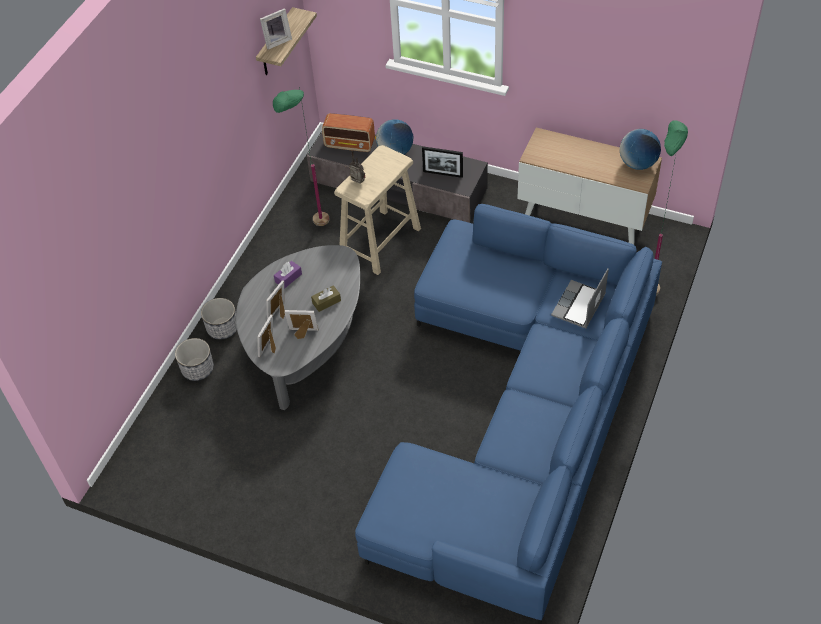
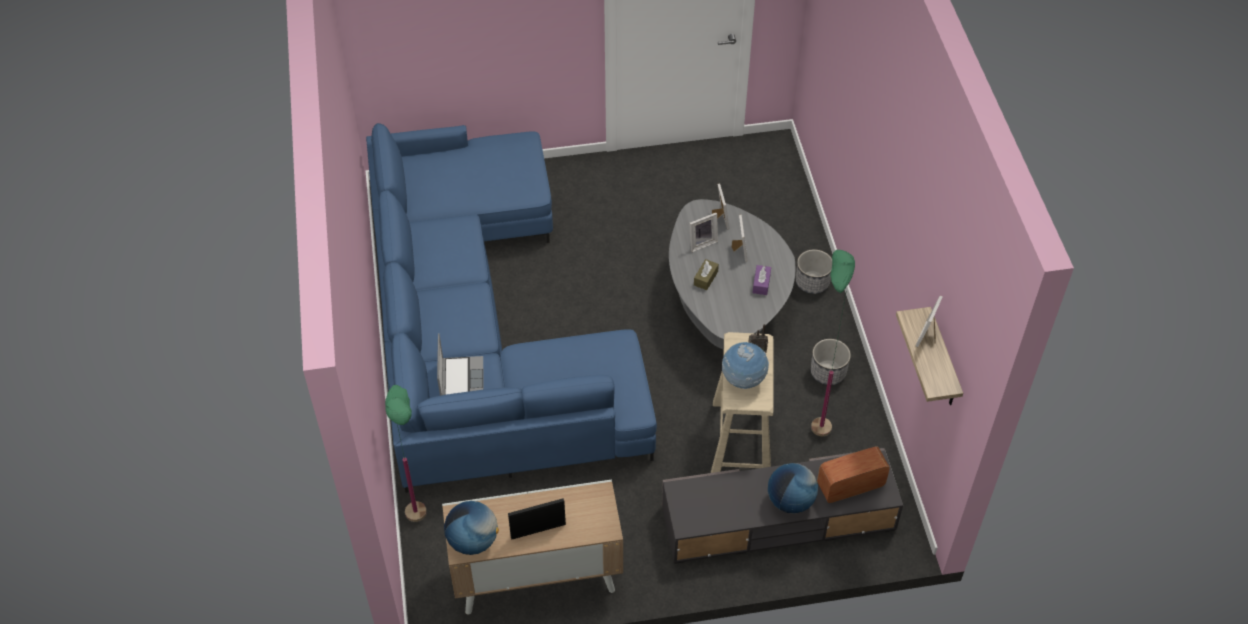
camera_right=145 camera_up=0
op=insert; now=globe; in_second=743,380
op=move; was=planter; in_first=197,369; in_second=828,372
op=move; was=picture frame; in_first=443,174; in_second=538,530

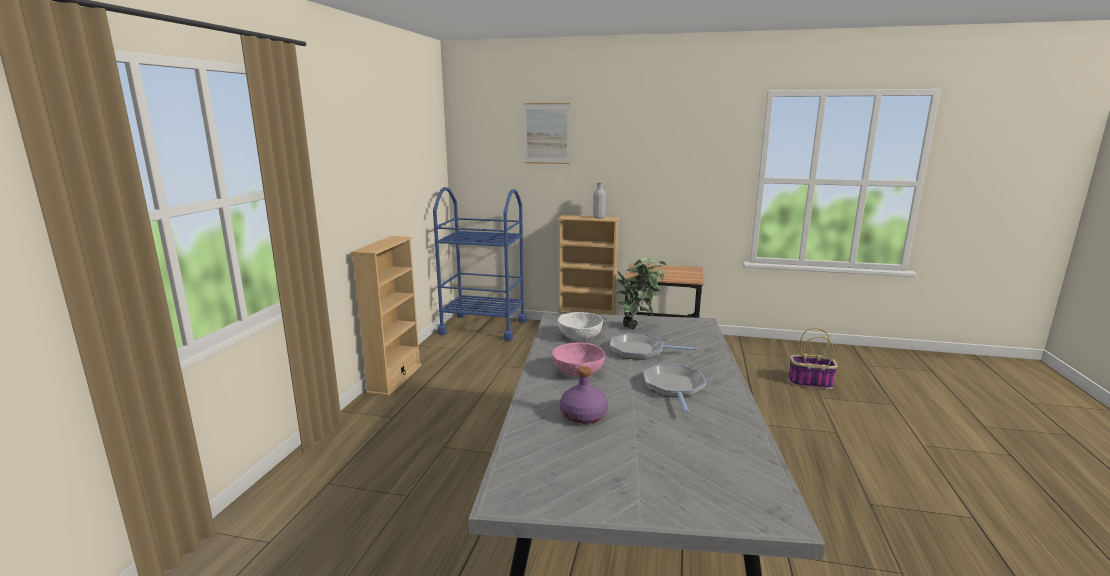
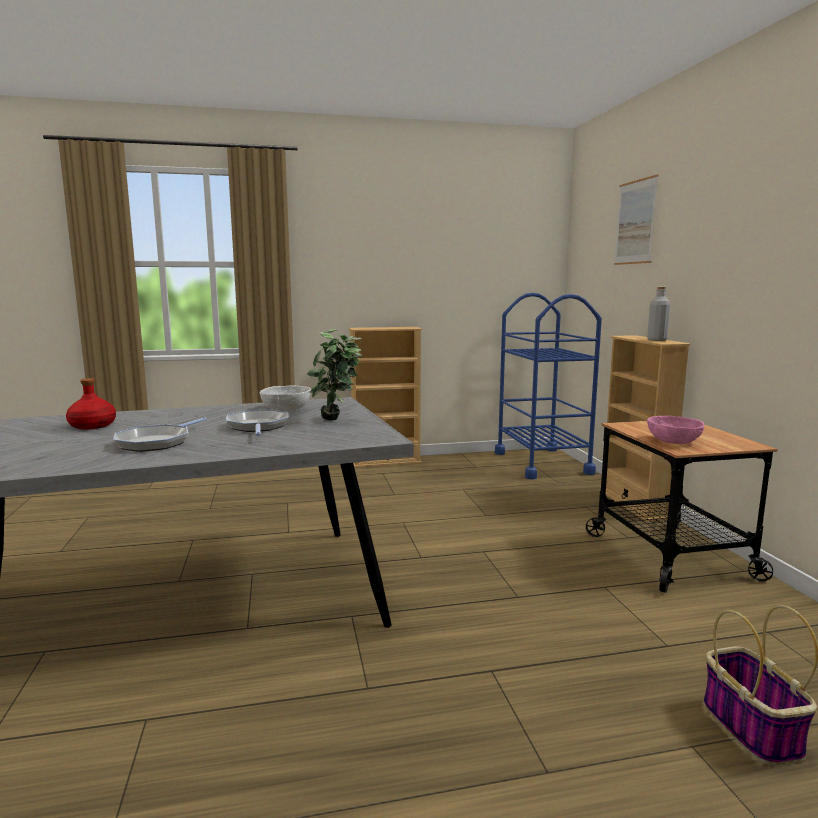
camera_right=65 camera_up=-5
op=move; was=bowl in pink; in_first=578,372; in_second=673,441
op=recolor; was=bottle in purple; now=bottle in red; in_first=583,416; in_second=92,426
op=rotate; was=frying pan; in_first=674,388; in_second=157,442; clockwise=135

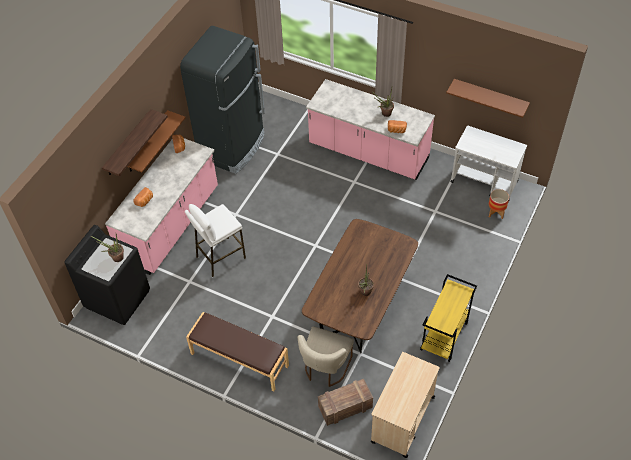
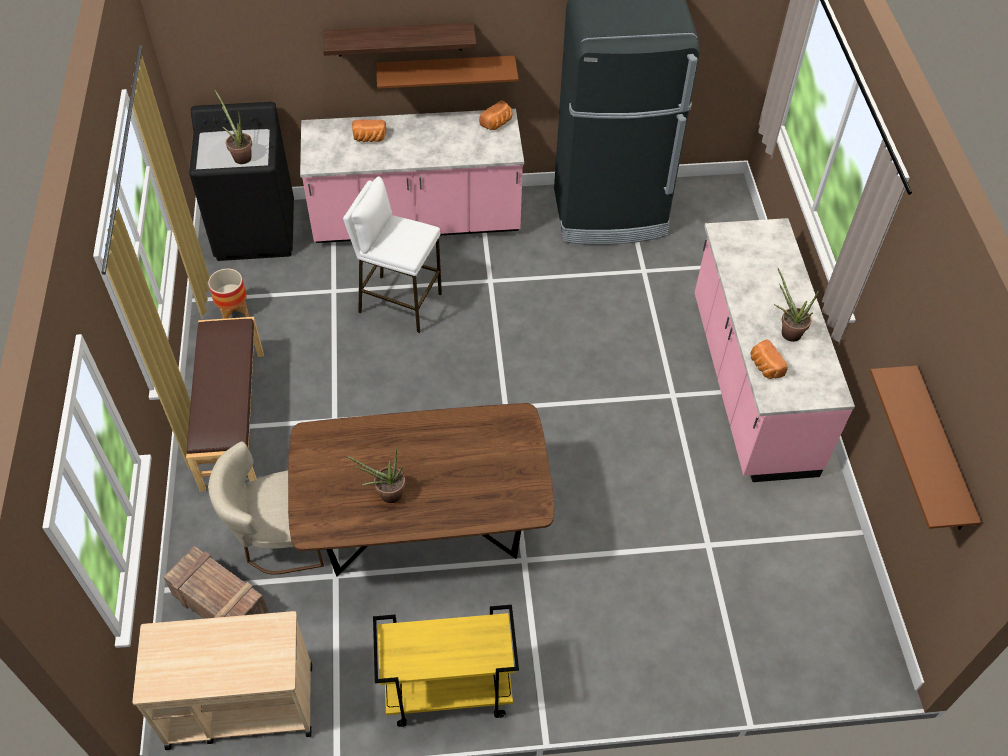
camera_right=55 camera_up=0
op=delete; was=cart in white; in_first=484,182
op=move; was=planter; in_first=496,212; in_second=234,312

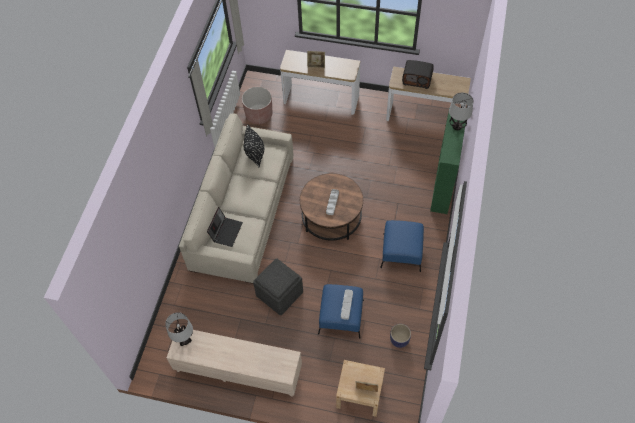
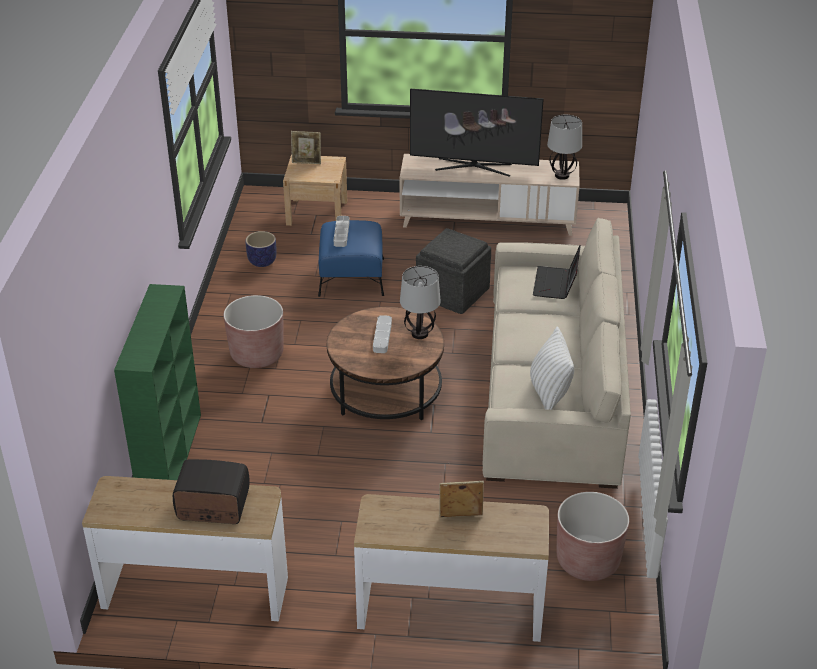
camera_right=170 camera_up=-20
op=insert; now=television; in_second=473,167
op=move; was=table lamp; in_first=457,126; in_second=420,334
op=replace; was=ottoman in blue; now=planter in brown; in_first=401,252; in_second=257,354
op=recolor; was=pillow in black; now=pillow in white; in_first=255,154; in_second=549,392

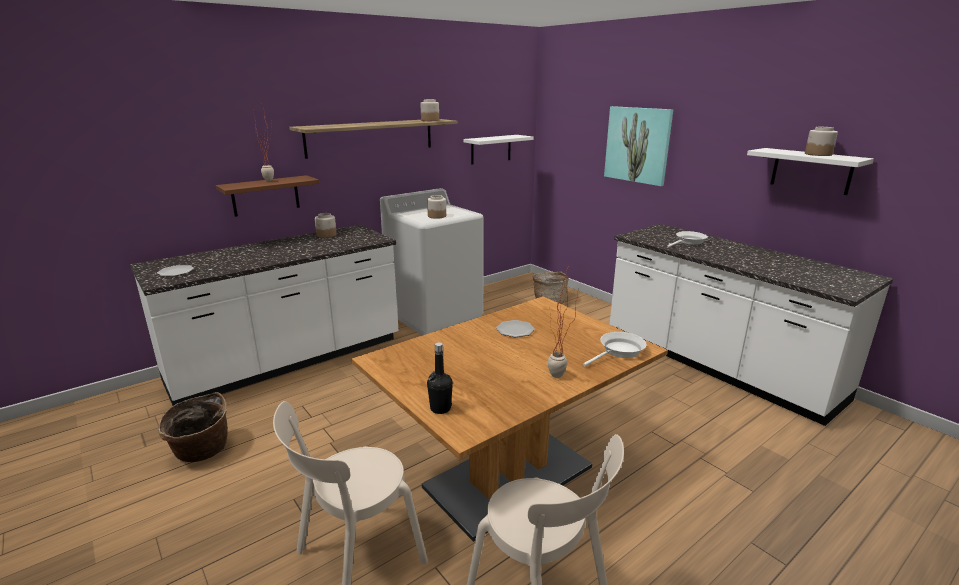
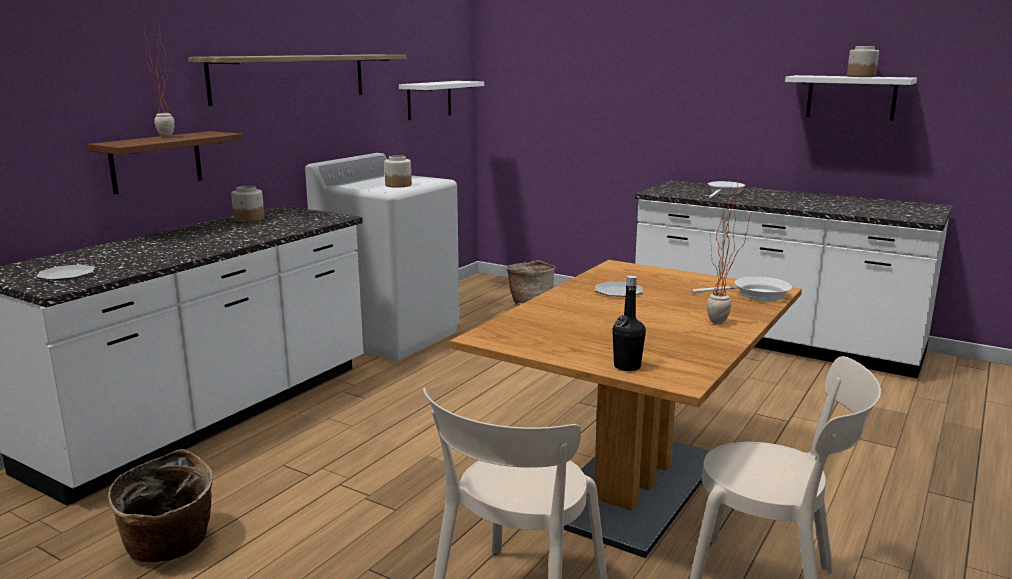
camera_right=-20 camera_up=-5
op=delete; was=jar; in_first=430,120
op=delete; was=picture; in_first=637,145
op=rotate; was=frying pan in white; in_first=619,351; in_second=756,295; clockwise=60

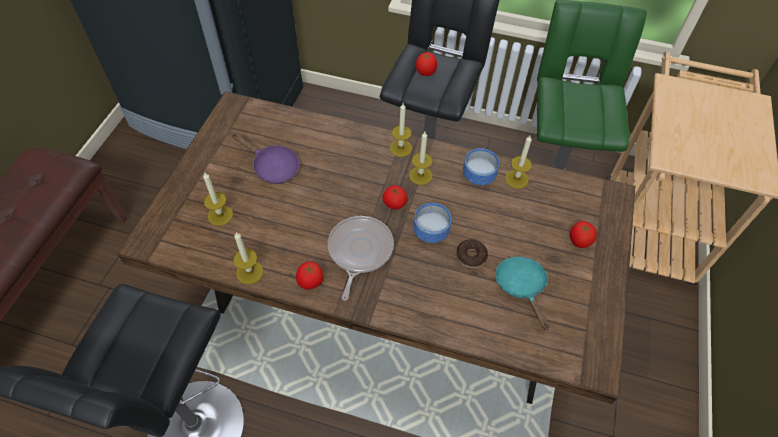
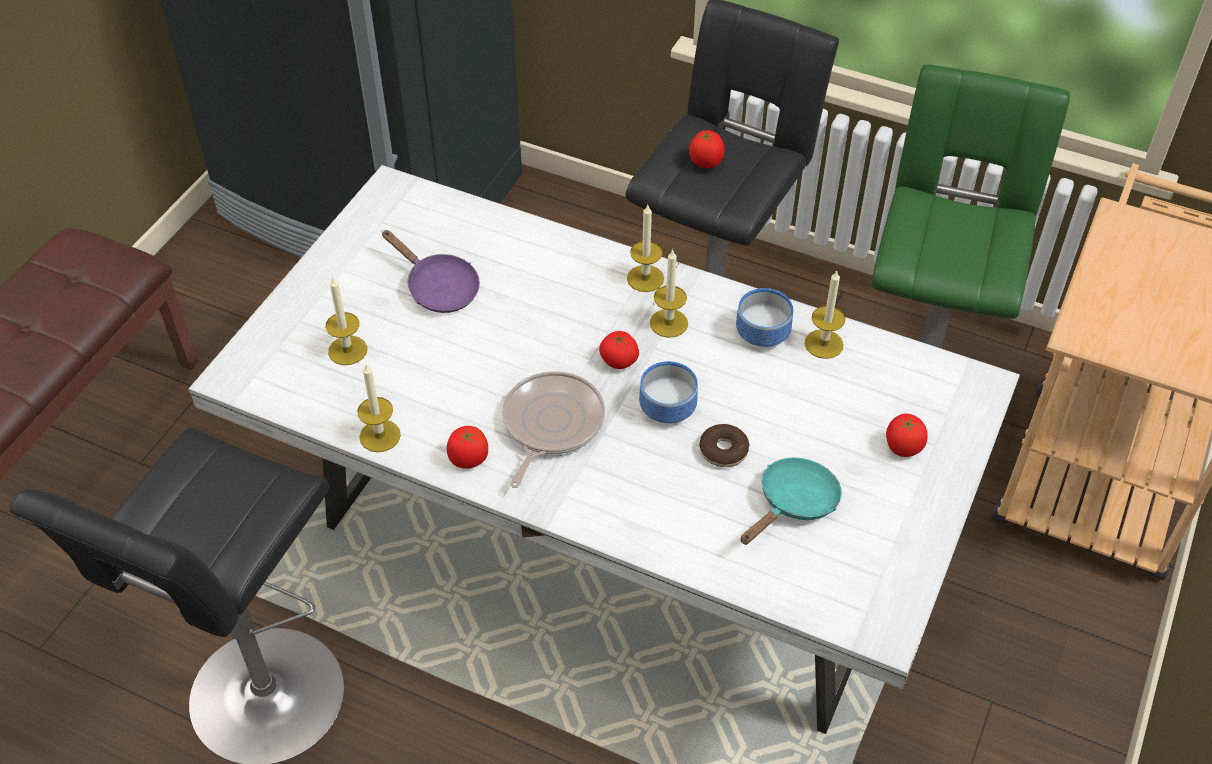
camera_right=10 camera_up=-5
op=recolor; was=dining table in brown; now=dining table in white; in_first=384,306; in_second=603,550
op=rotate; was=frying pan in turquoise; in_first=521,287; in_second=793,503; clockwise=45

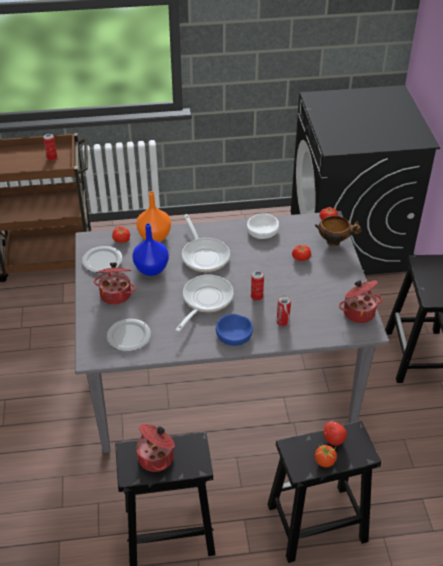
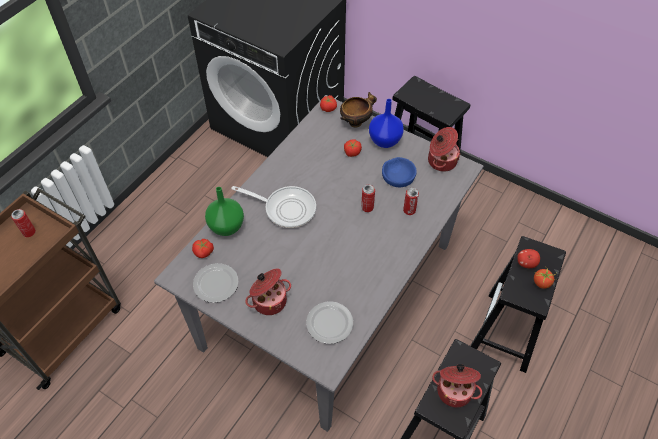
camera_right=-50 camera_up=10
op=delete; was=frying pan; in_first=205,300
op=delete; was=bowl in white; in_first=262,230
op=move; was=vase in blue; in_first=152,269; in_second=385,140
op=move; was=bowl in blue; in_first=234,333; in_second=398,175
op=recolor; was=vase in orange; now=vase in green; in_first=154,236; in_second=226,226

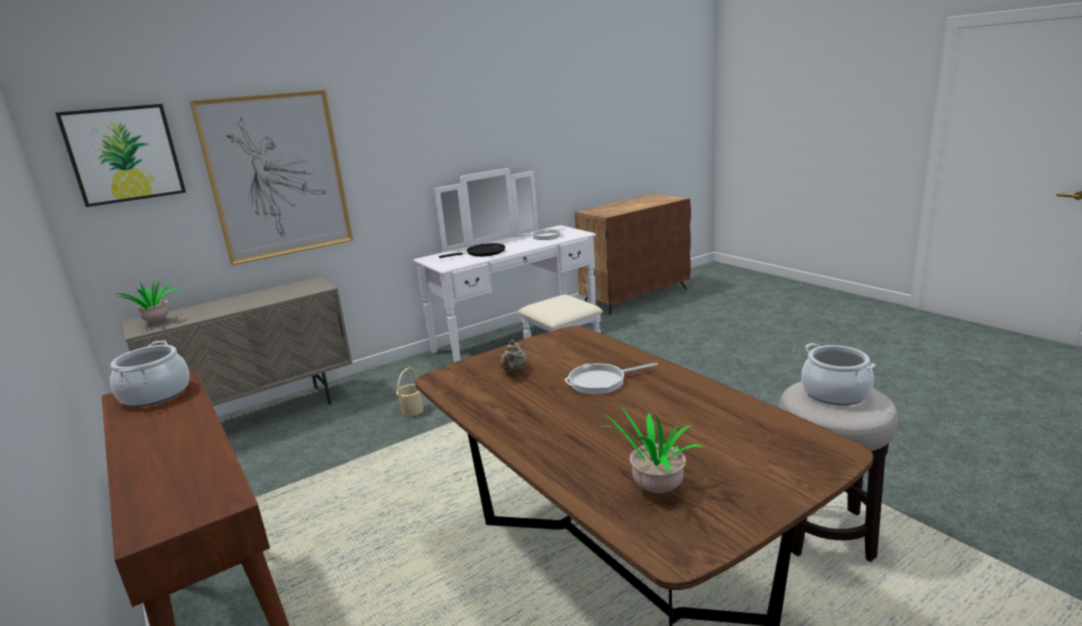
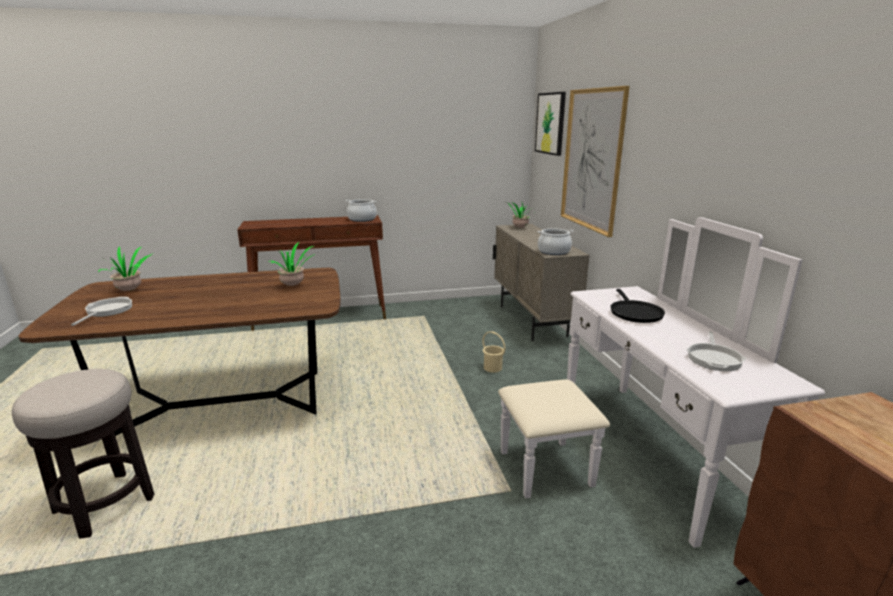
camera_right=110 camera_up=0
op=move; was=frying pan; in_first=601,381; in_second=107,311
op=move; was=cooking pot; in_first=835,393; in_second=554,252
op=replace; was=teapot in beige; now=potted plant; in_first=514,371; in_second=294,285

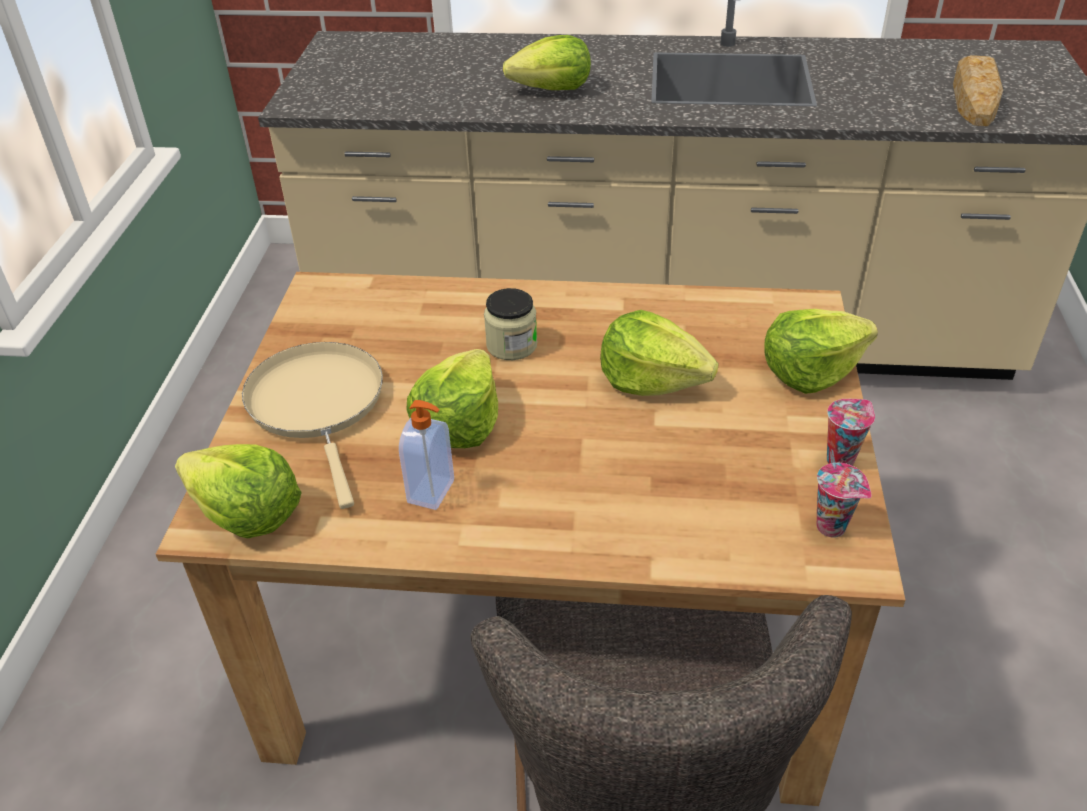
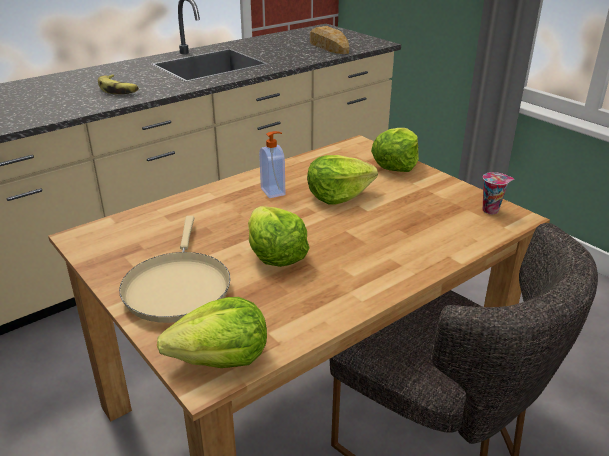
camera_right=-45 camera_up=-10
op=delete; was=jar; in_first=511,345
op=delete; was=cup; in_first=840,458
op=move; was=soap dispenser; in_first=432,492; in_second=273,191
op=replace; was=lettuce; now=banana; in_first=552,89; in_second=118,89
op=rotate; was=frying pan in beige; in_first=318,405; in_second=177,287; clockwise=-120

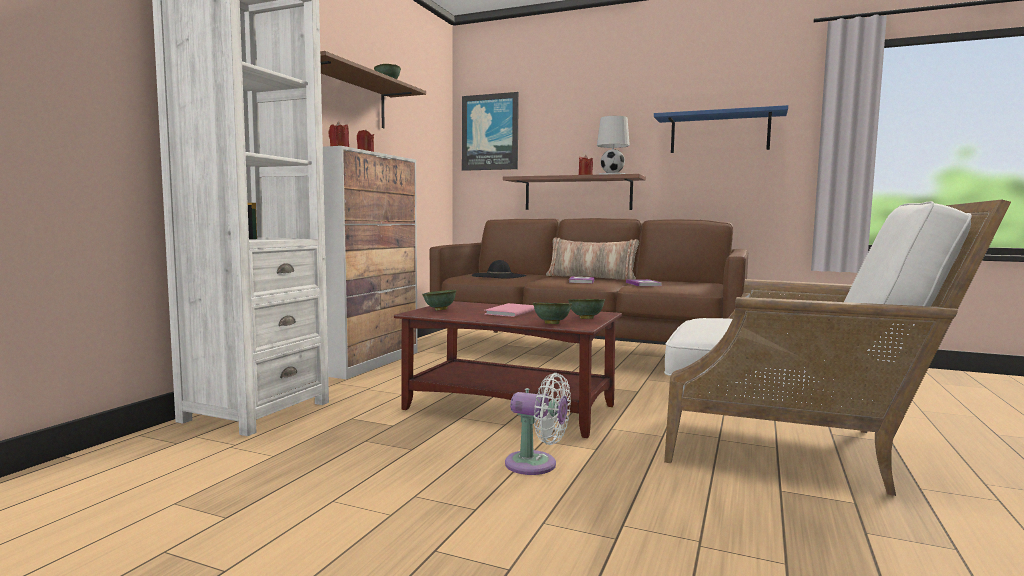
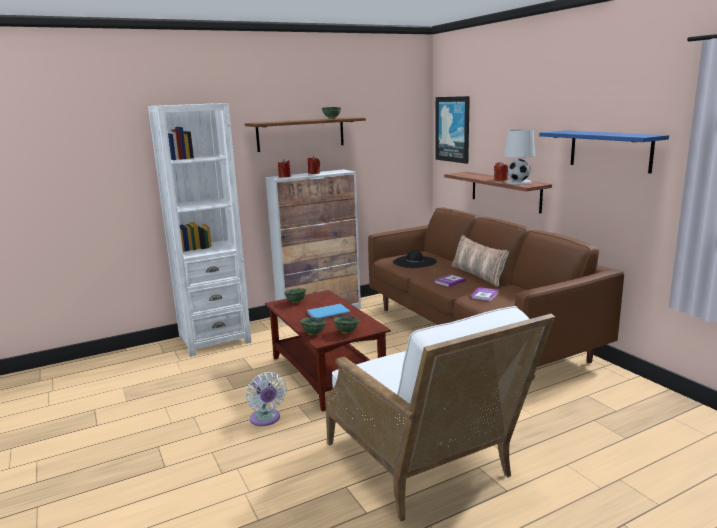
camera_right=40 camera_up=10
op=recolor; was=book in pink; now=book in blue; in_first=509,311; in_second=326,312

